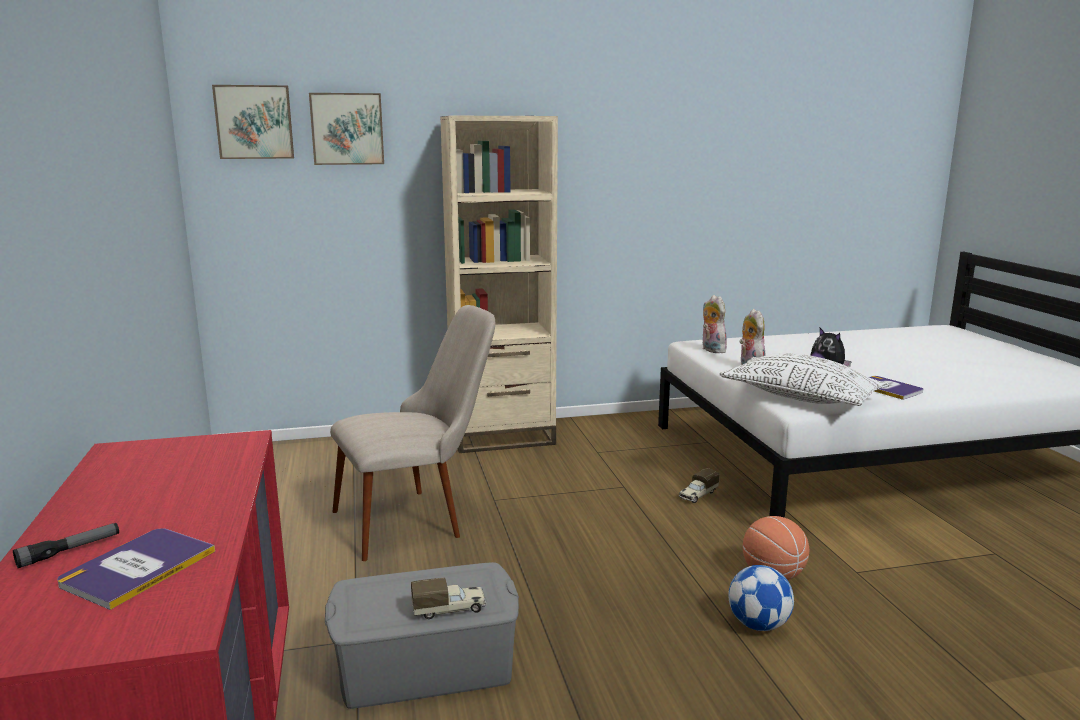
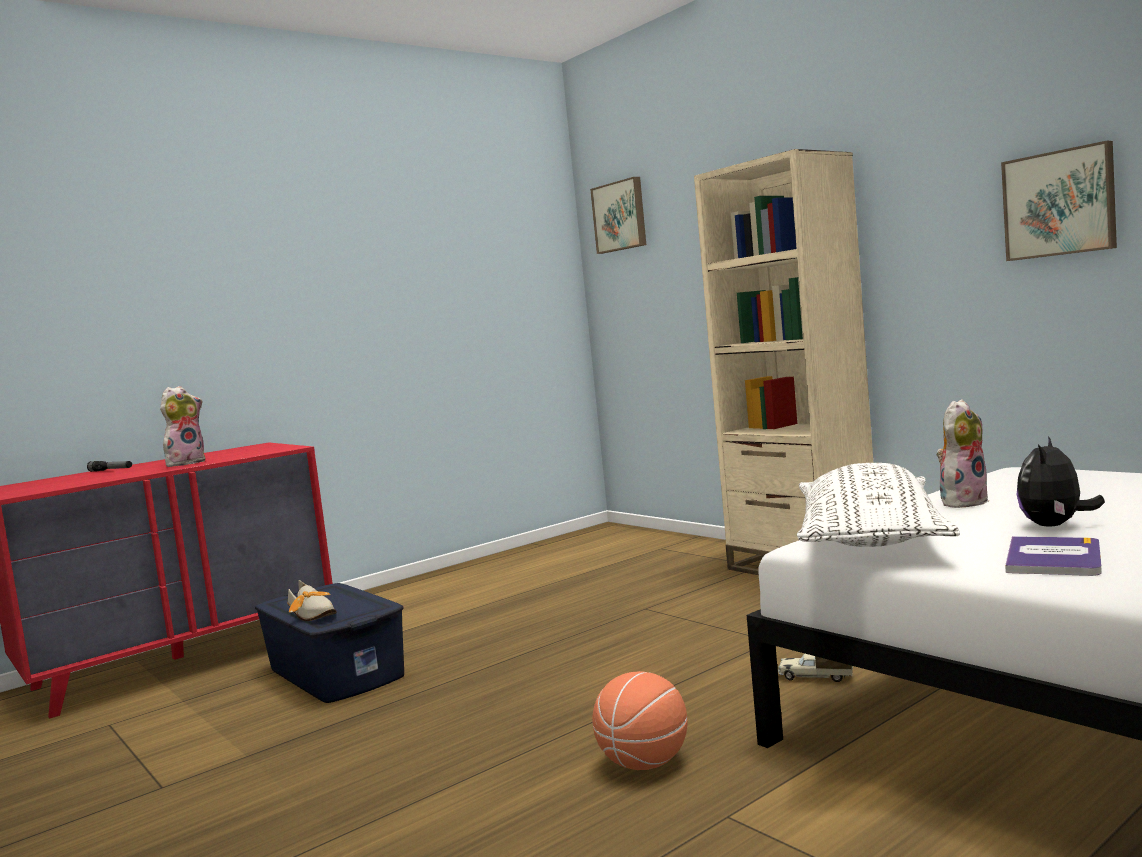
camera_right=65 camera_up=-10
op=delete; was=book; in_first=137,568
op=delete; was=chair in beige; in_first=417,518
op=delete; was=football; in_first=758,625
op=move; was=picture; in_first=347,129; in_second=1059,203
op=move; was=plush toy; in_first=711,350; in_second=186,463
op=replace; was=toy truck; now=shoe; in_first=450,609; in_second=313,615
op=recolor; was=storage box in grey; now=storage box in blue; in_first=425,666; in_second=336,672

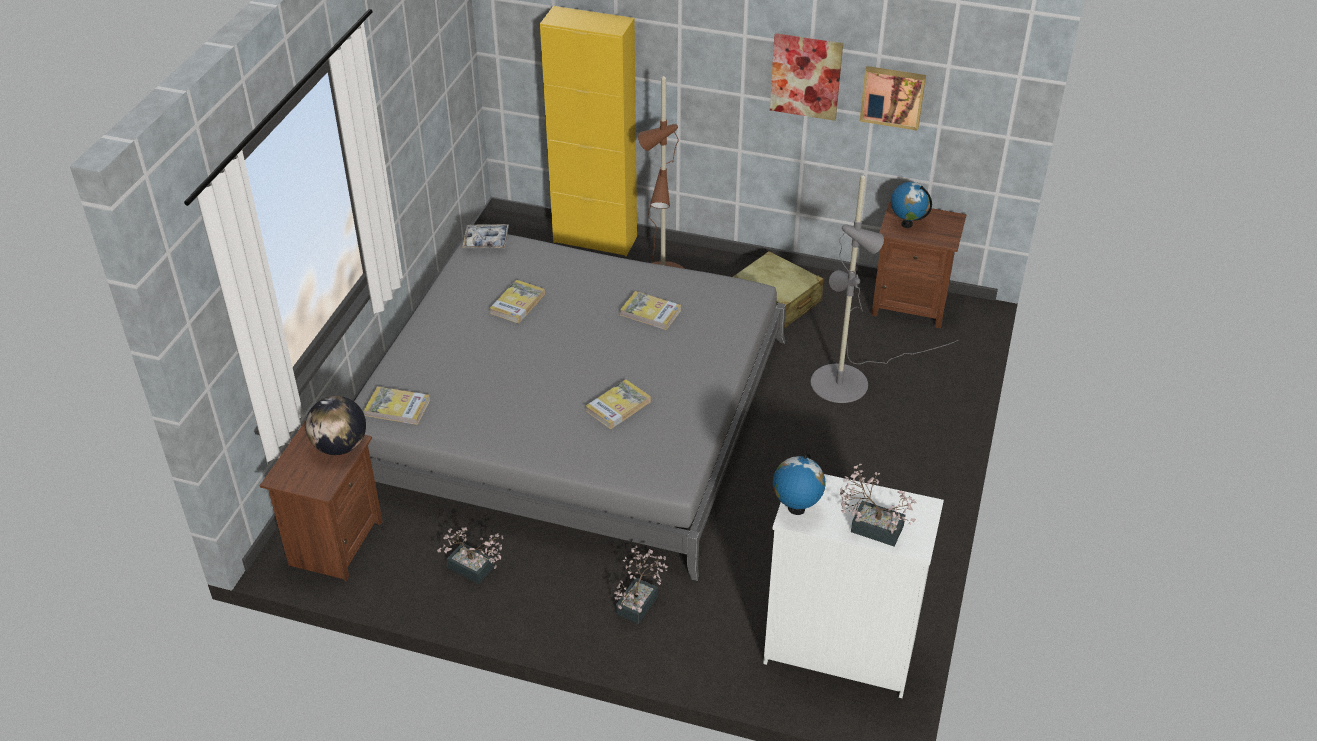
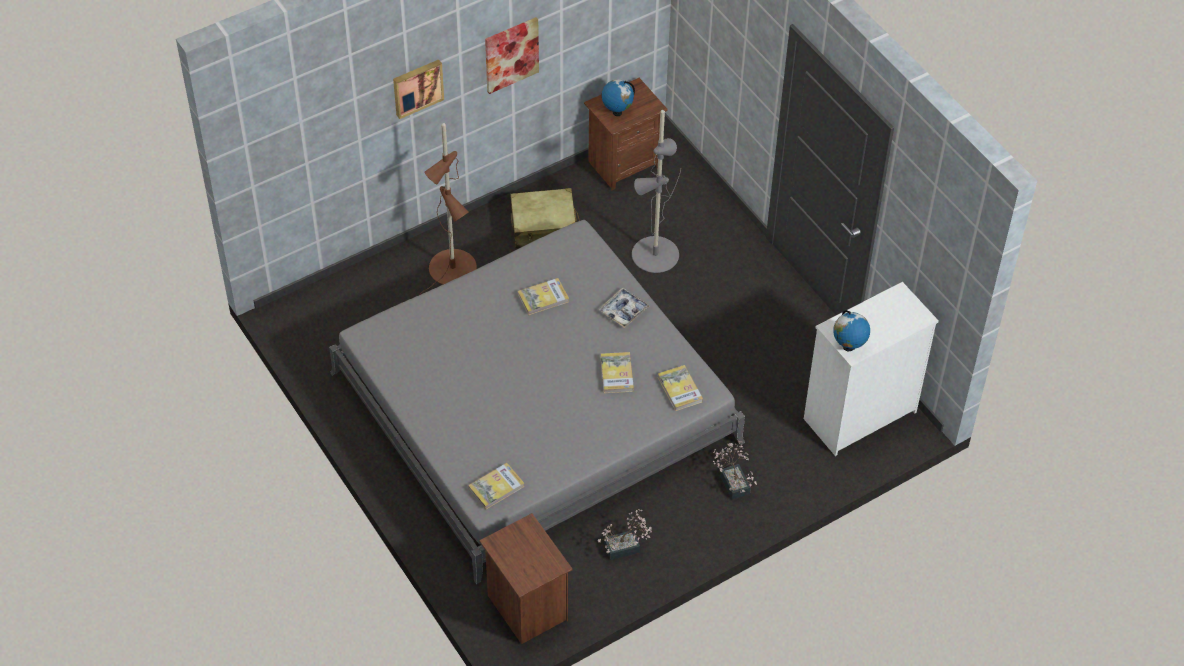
camera_right=-50 camera_up=10
op=delete; was=globe; in_first=340,446
op=delete; was=cabinet in yellow; in_first=595,239
op=delete; was=potted plant; in_first=871,526
op=move; was=tray; in_first=486,241; in_second=623,311
op=move; was=book; in_first=517,304; in_second=680,389
op=move; was=picture; in_first=892,96; in_second=417,87

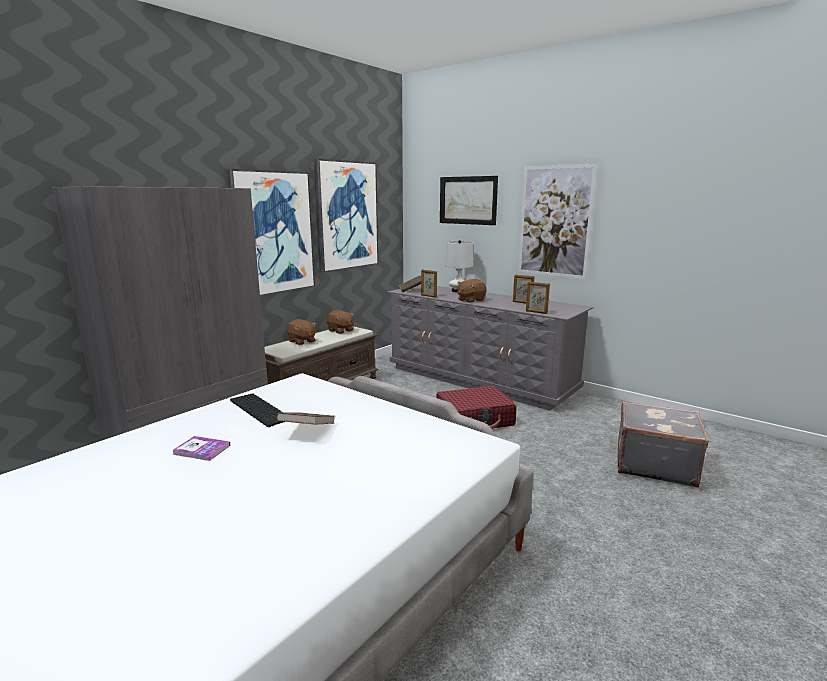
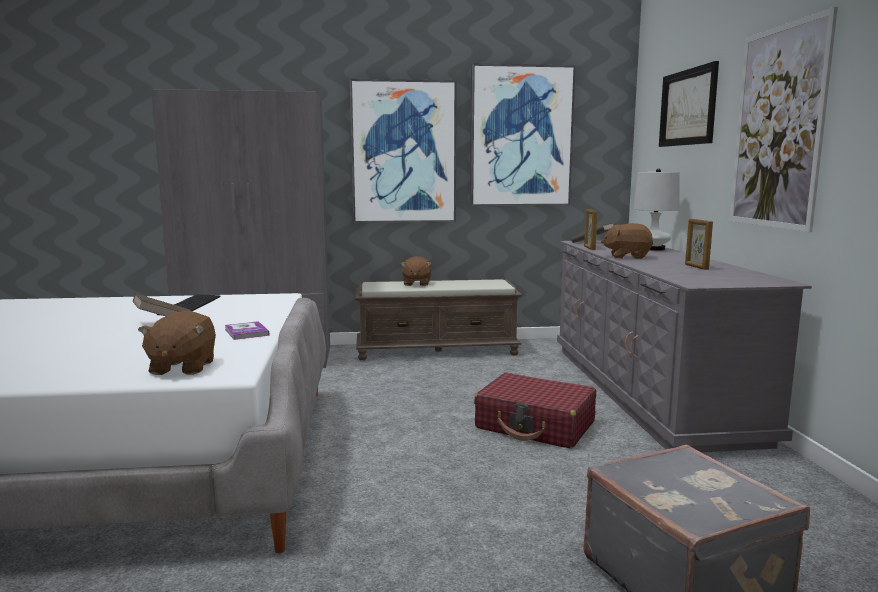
camera_right=45 camera_up=-5
op=delete; was=picture frame; in_first=536,312
op=move; was=book; in_first=201,450; in_second=246,332
op=move; was=plush toy in brown; in_first=340,331; in_second=182,367

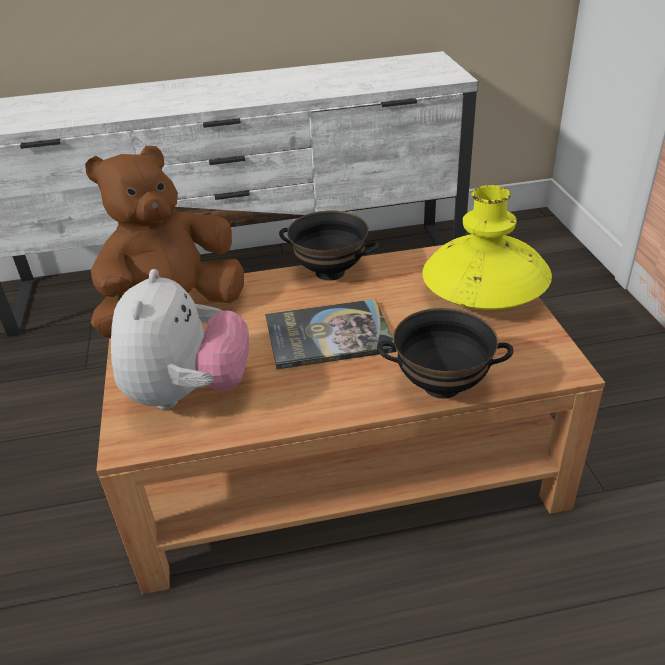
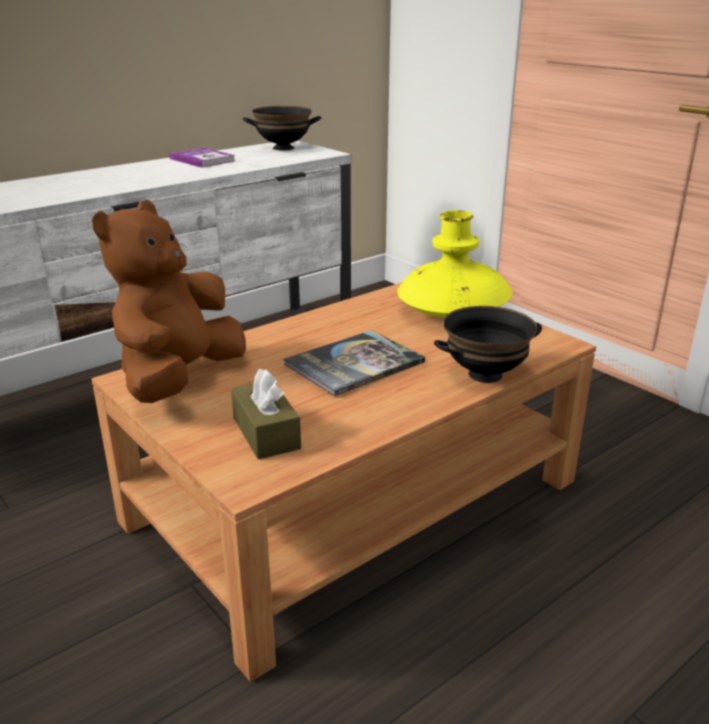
camera_right=-30 camera_up=-10
op=insert; now=book; in_second=202,160
op=move; was=bowl in black; in_first=330,272; in_second=283,148
op=replace; was=plush toy; now=tissue box in brown; in_first=188,393; in_second=266,433

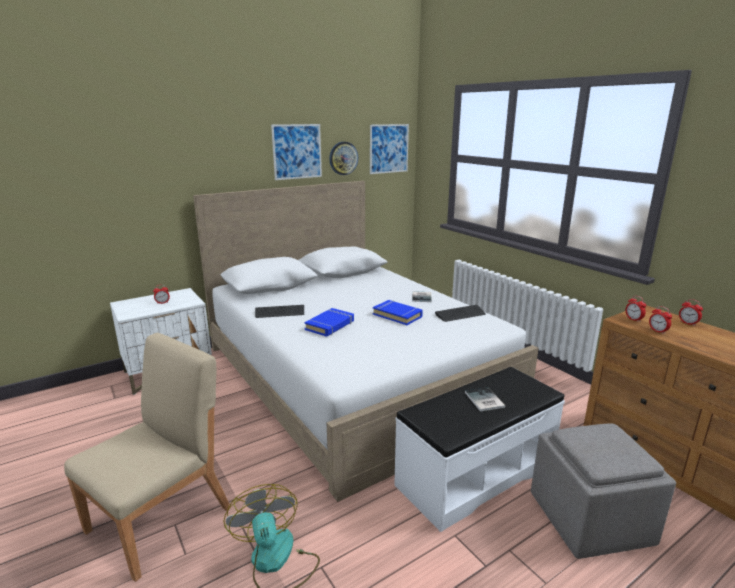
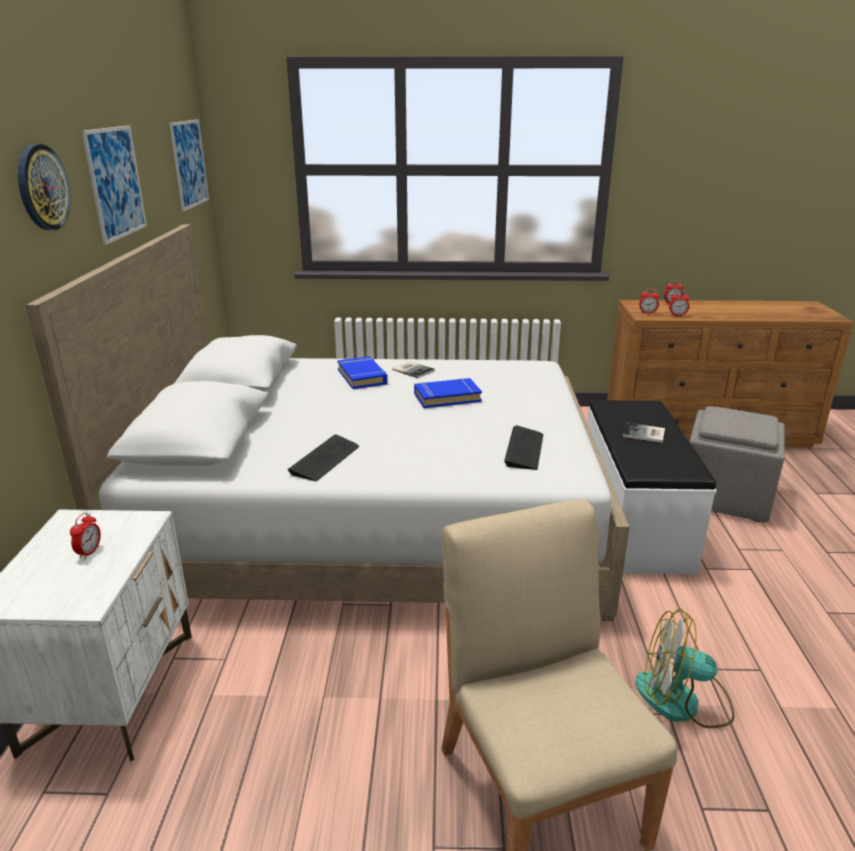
camera_right=-55 camera_up=5
op=move; was=book in blue; in_first=330,325; in_second=362,377
op=move; was=wall clock; in_first=343,158; in_second=42,187
op=move; was=keyboard; in_first=460,314; in_second=524,449

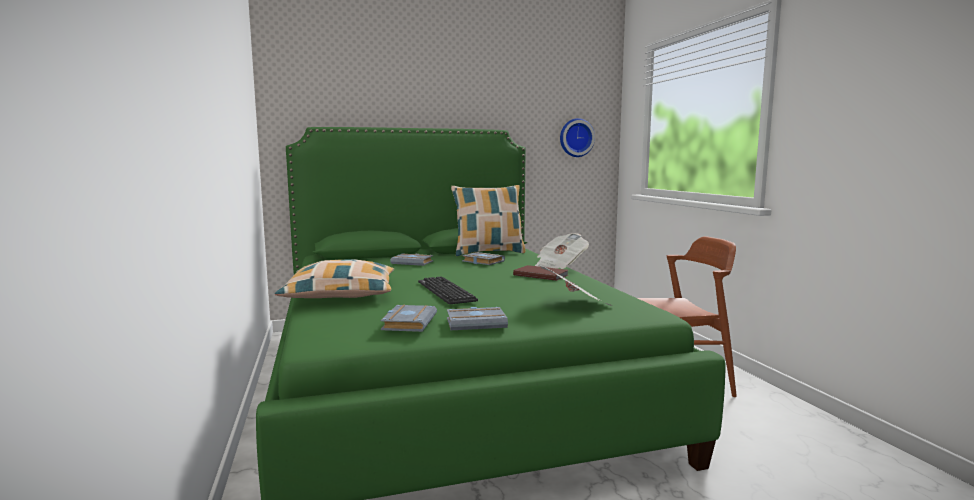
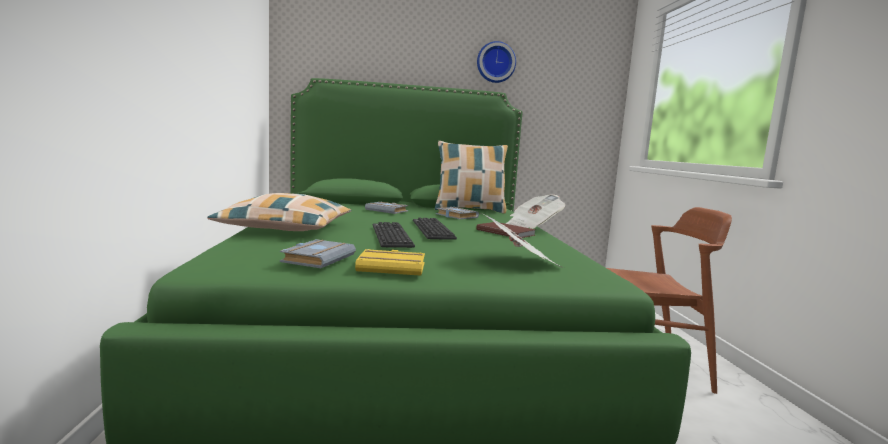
camera_right=10 camera_up=0
op=insert; now=keyboard; in_second=432,229
op=move; was=wall clock; in_first=576,138; in_second=495,62
op=recolor; was=book in grey; now=book in yellow; in_first=477,323; in_second=393,268

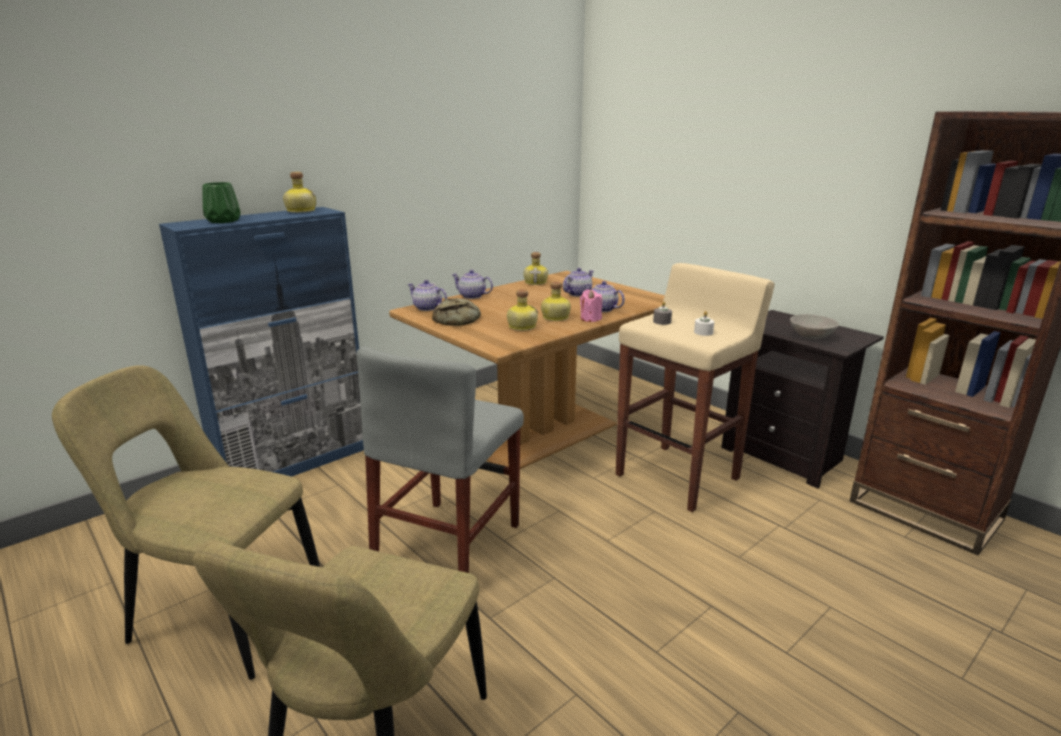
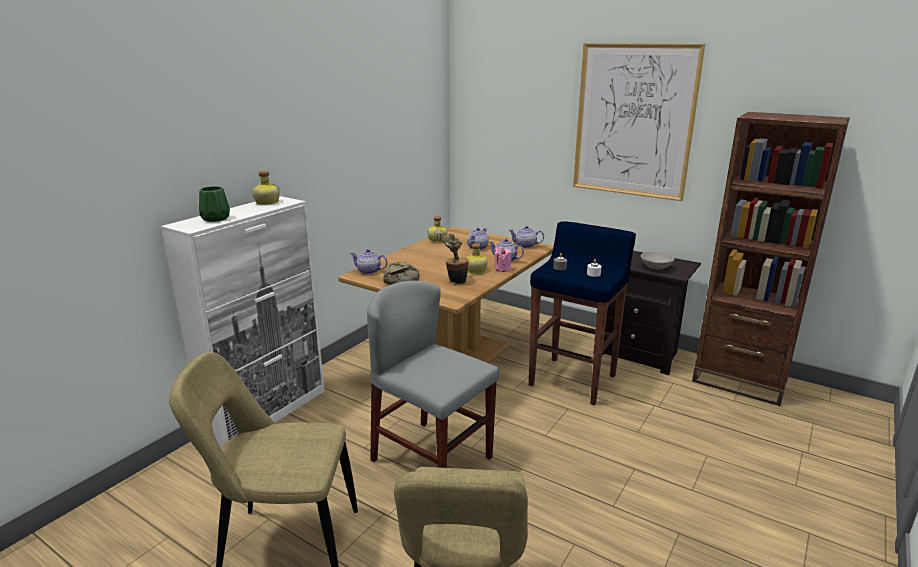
camera_right=-15 camera_up=0
op=insert; now=picture; in_second=633,121
op=move; was=teapot; in_first=472,296; in_second=526,246
op=replace; was=bottle; now=potted plant; in_first=521,327; in_second=456,281
op=recolor; was=cabinet in blue; now=cabinet in white; in_first=296,463; in_second=268,413
op=recolor; was=stool in beige; now=stool in blue; in_first=678,476; in_second=573,380
op=rotate; was=chair in grey; in_first=448,545; in_second=432,459; clockwise=120

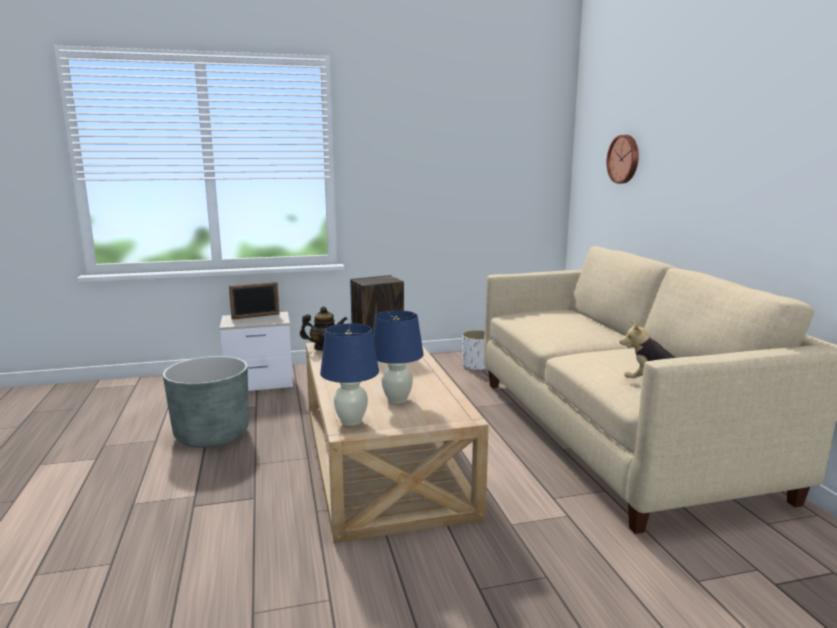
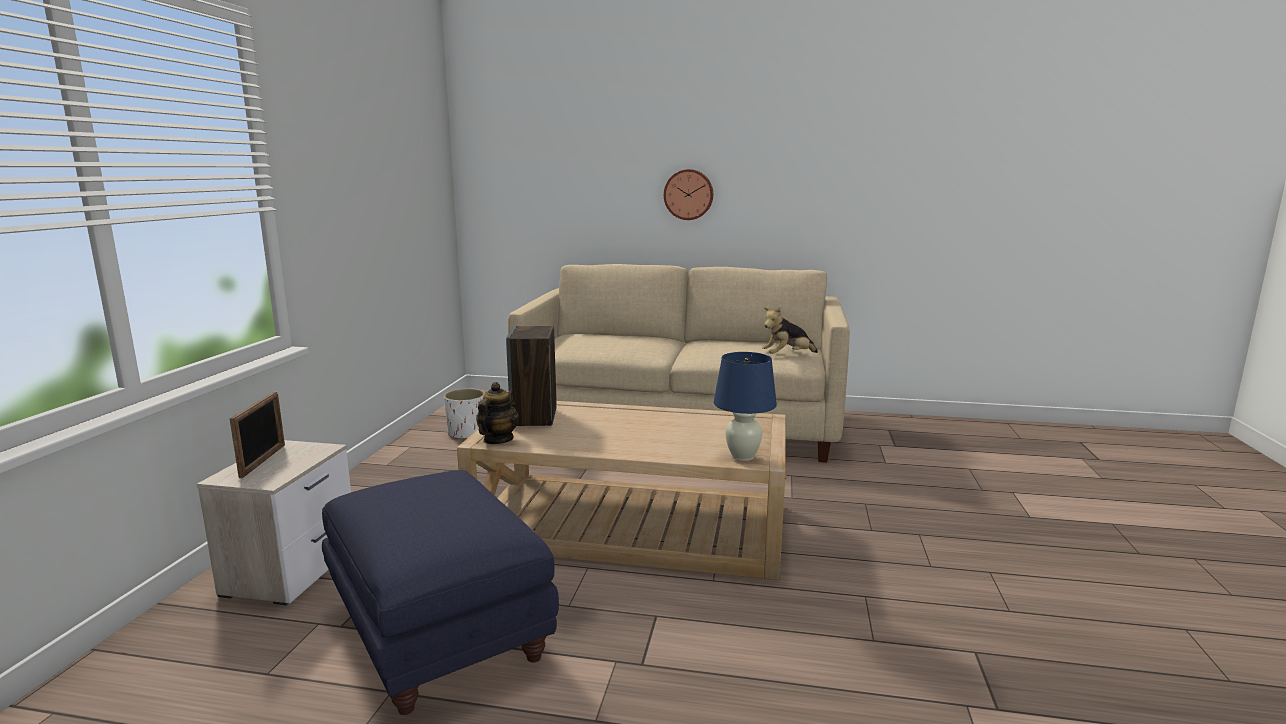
camera_right=-65 camera_up=0
op=delete; was=table lamp in blue; in_first=397,400
op=move; was=wall clock; in_first=624,159; in_second=688,194
op=replace; was=planter in grey; now=ottoman in blue; in_first=212,435; in_second=437,632

